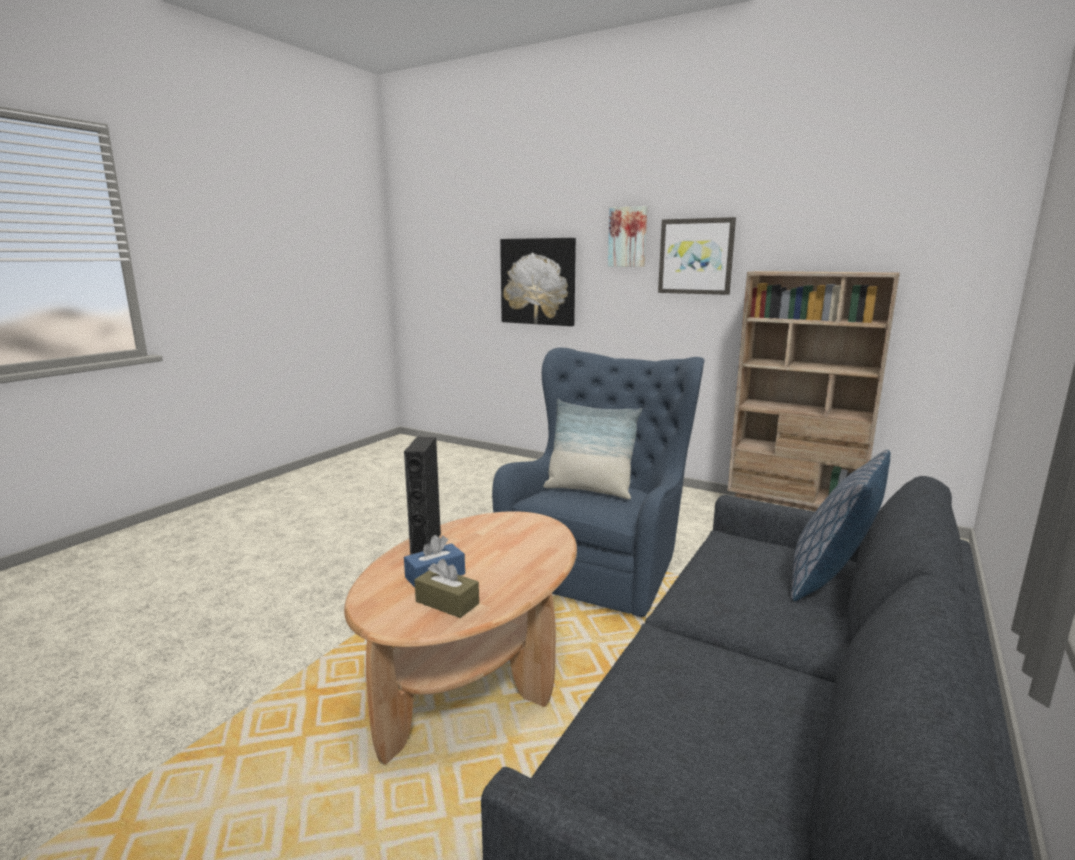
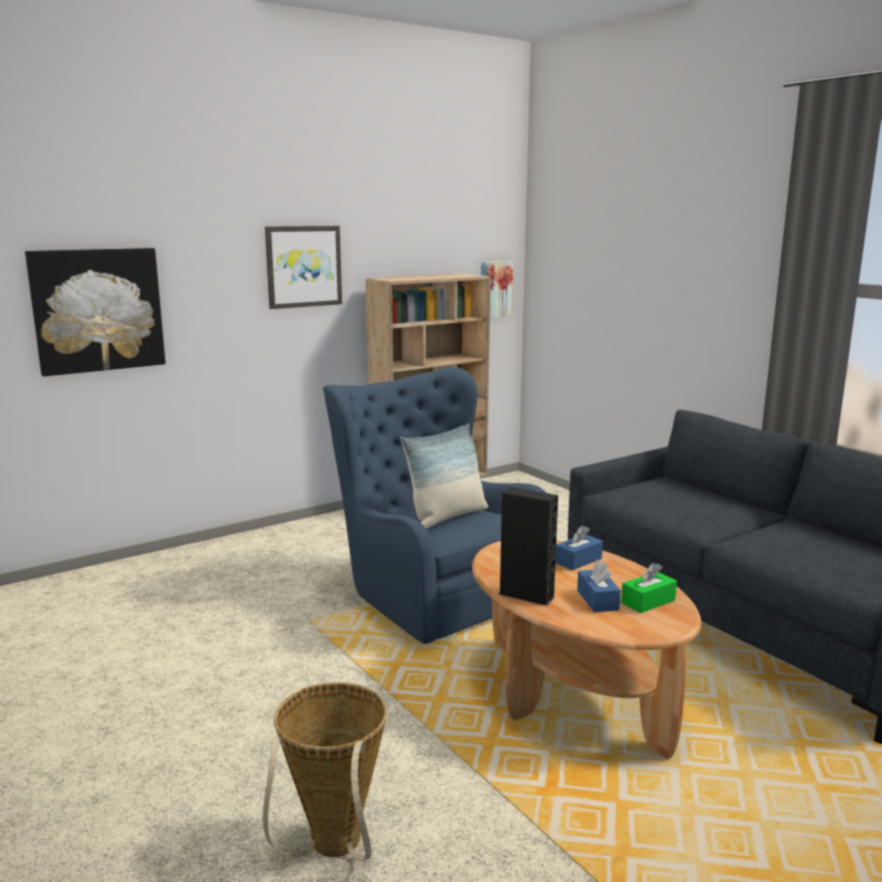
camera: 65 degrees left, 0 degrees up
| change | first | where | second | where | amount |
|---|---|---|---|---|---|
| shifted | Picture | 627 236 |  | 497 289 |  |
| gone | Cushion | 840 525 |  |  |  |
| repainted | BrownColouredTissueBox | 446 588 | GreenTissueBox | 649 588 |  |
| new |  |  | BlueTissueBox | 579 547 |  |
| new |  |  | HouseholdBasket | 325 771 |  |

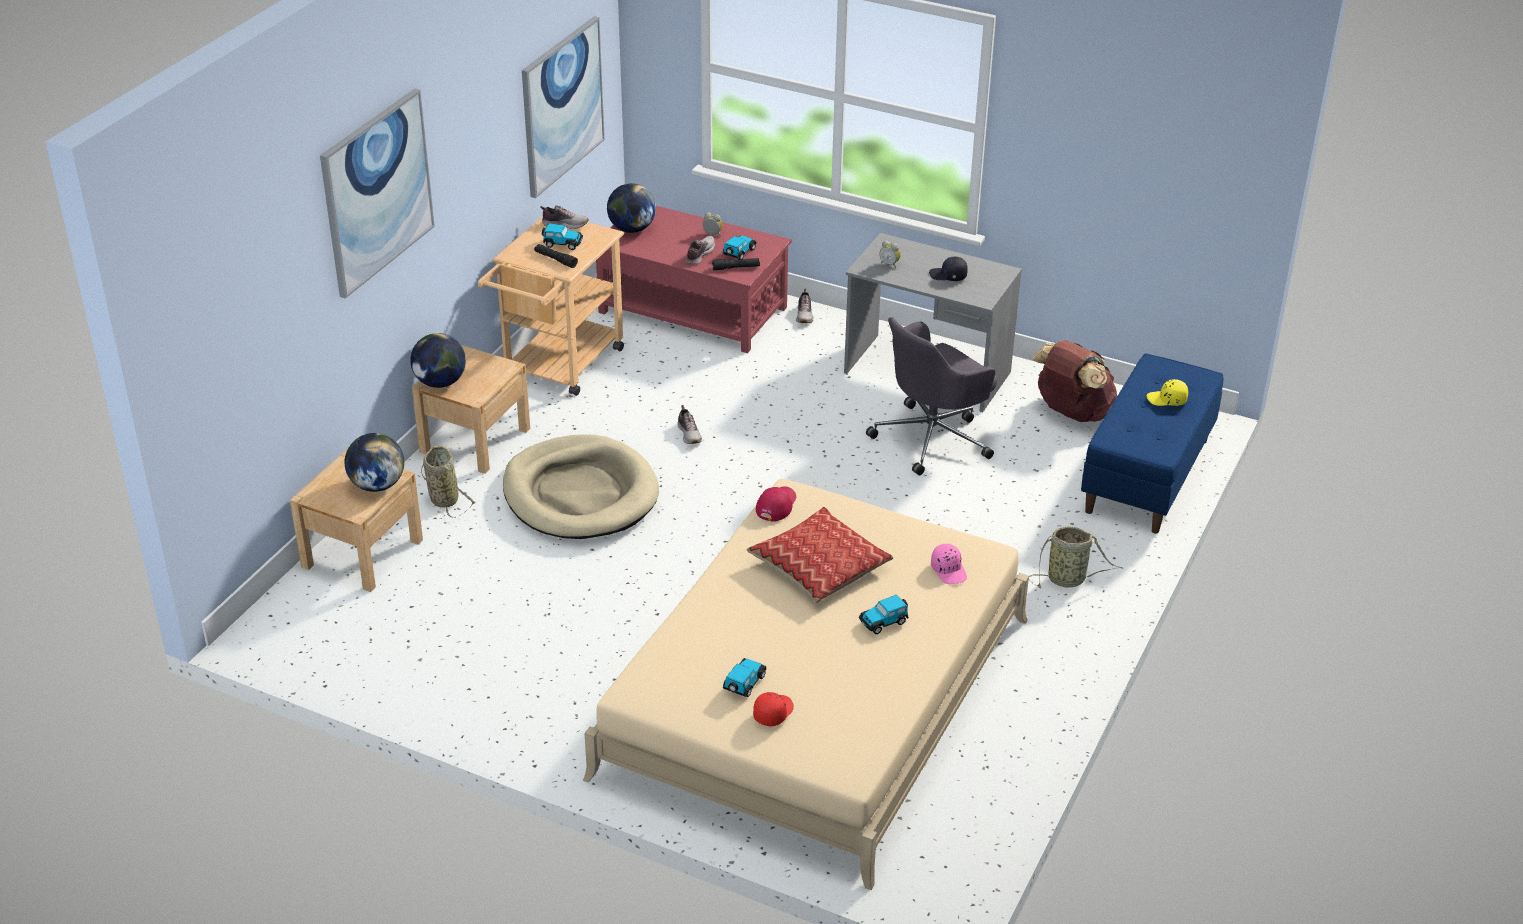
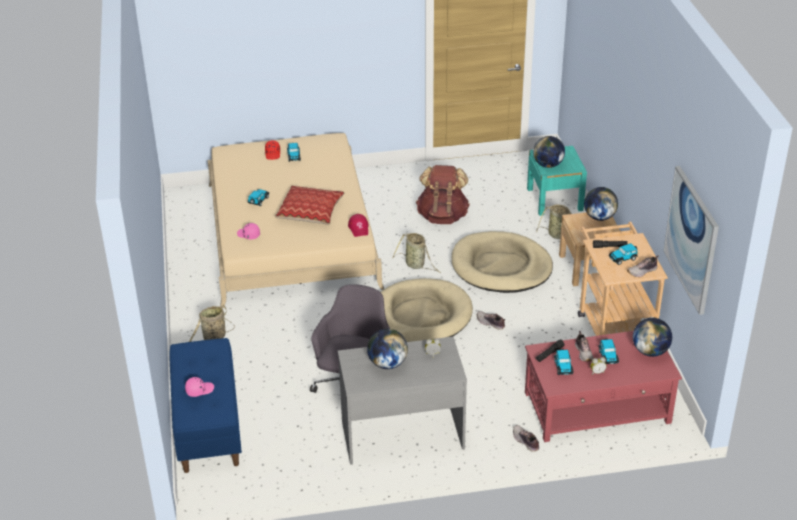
camera: 145 degrees right, 0 degrees up
| change | first | where | second | where | amount |
|---|---|---|---|---|---|
| gone | Picture | 377 194 |  |  |  |
| swapped | BlackPeakedCap | 948 269 | WorldGlobe | 387 349 |  |
| shifted | BrownColouredBackpack | 1074 381 |  | 443 194 |  |
| repainted | YellowishPeakedCap | 1167 392 | PinkishPeakedCap | 199 387 |  |
| repainted | BeigeBedsideTable | 356 521 | TurquoiseColouredBedsideTable | 557 181 |  |
| new |  |  | HouseholdBasket | 416 253 |  |
| new |  |  | BeigeDogBed | 427 310 |  |
| new |  |  | ModelCar | 608 351 |  |

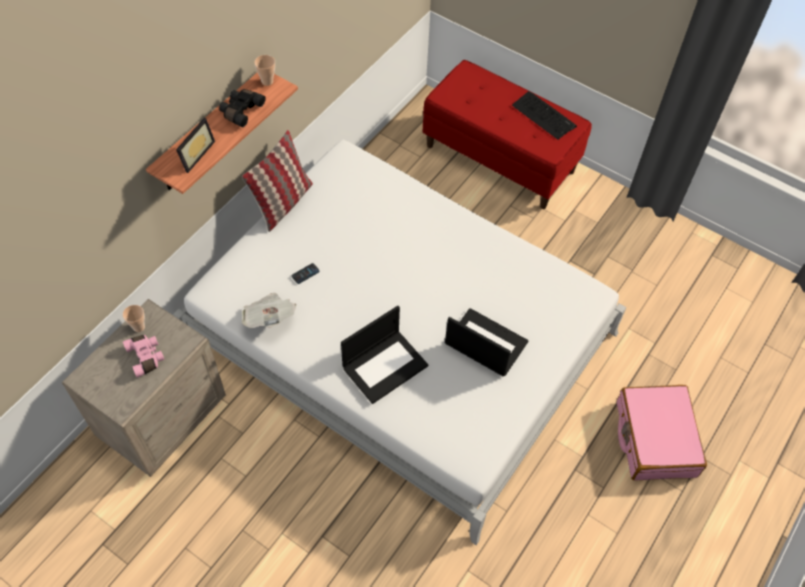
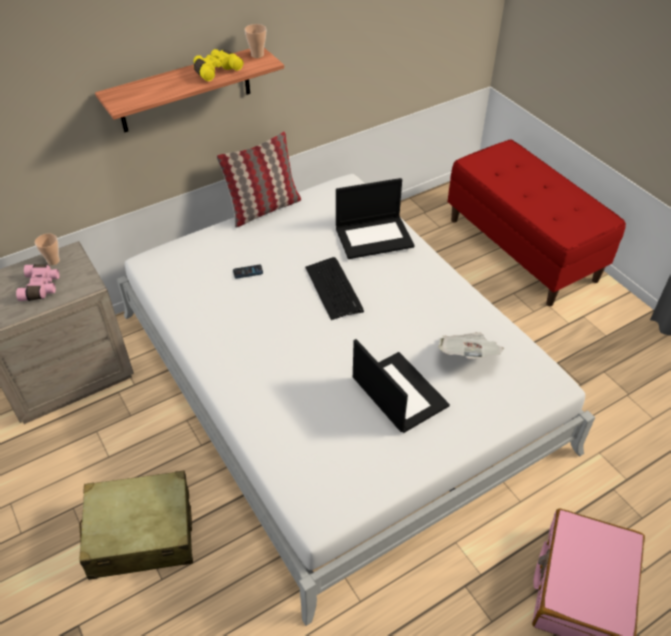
camera: 25 degrees right, 10 degrees down
| change | first | where | second | where | amount |
|---|---|---|---|---|---|
| repainted | BlackPairOfBinoculars | 242 108 | YellowishPairOfBinoculars | 218 65 |  |
| shifted | Keyboard | 544 115 |  | 334 288 |  |
| gone | PhotoFrame | 195 145 |  |  |  |
| shifted | Newspaper | 269 310 |  | 471 345 |  |
| shifted | NotebookComputer | 384 355 |  | 375 218 |  |
| new |  |  | BeigePieceOfLuggage | 136 525 |  |

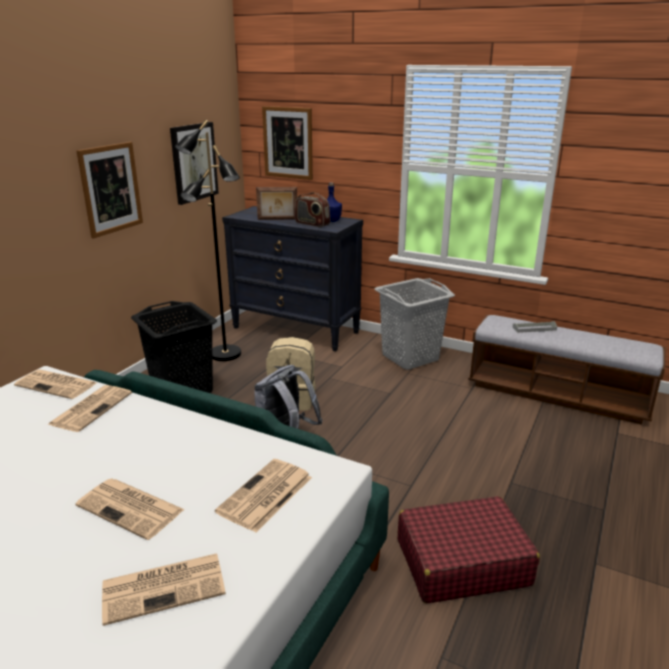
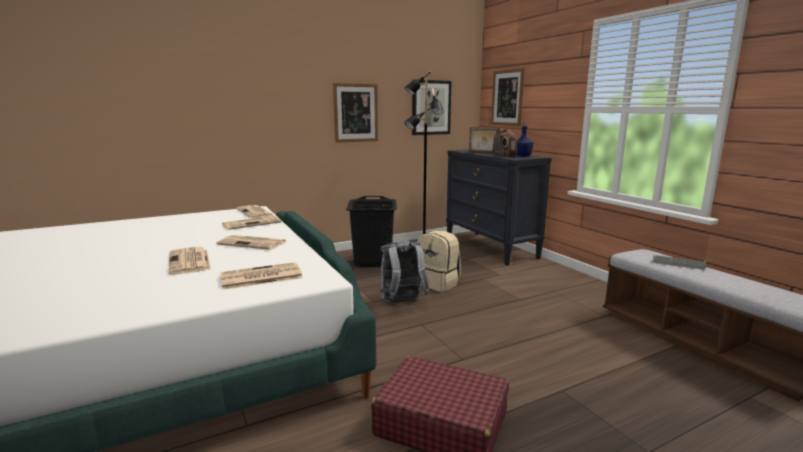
camera: 35 degrees right, 10 degrees down
| change | first | where | second | where | amount |
|---|---|---|---|---|---|
| gone | GreyishLaundryBasket | 415 324 |  |  |  |
| shifted | Newspaper | 164 589 |  | 251 242 |  |

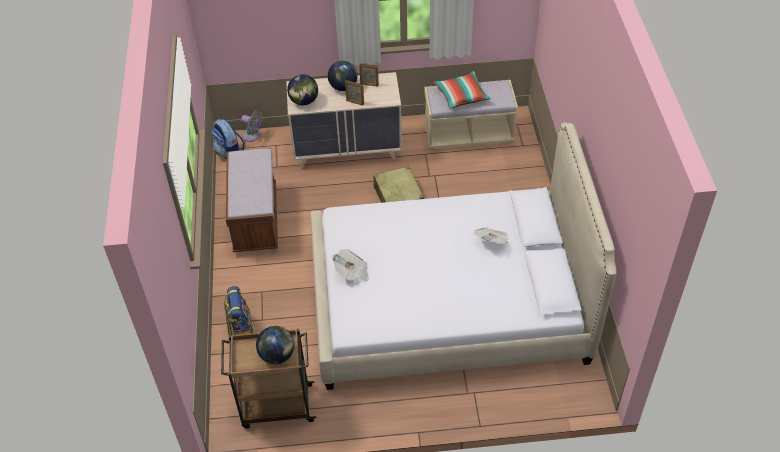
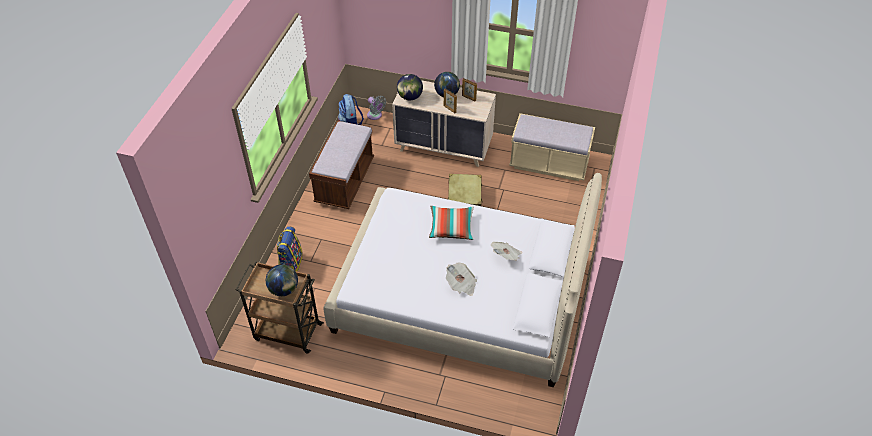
camera: 20 degrees right, 0 degrees up
| change | first | where | second | where | amount |
|---|---|---|---|---|---|
| shifted | Cushion | 462 90 |  | 451 223 |  |
| shifted | Newspaper | 350 265 |  | 461 279 |  |

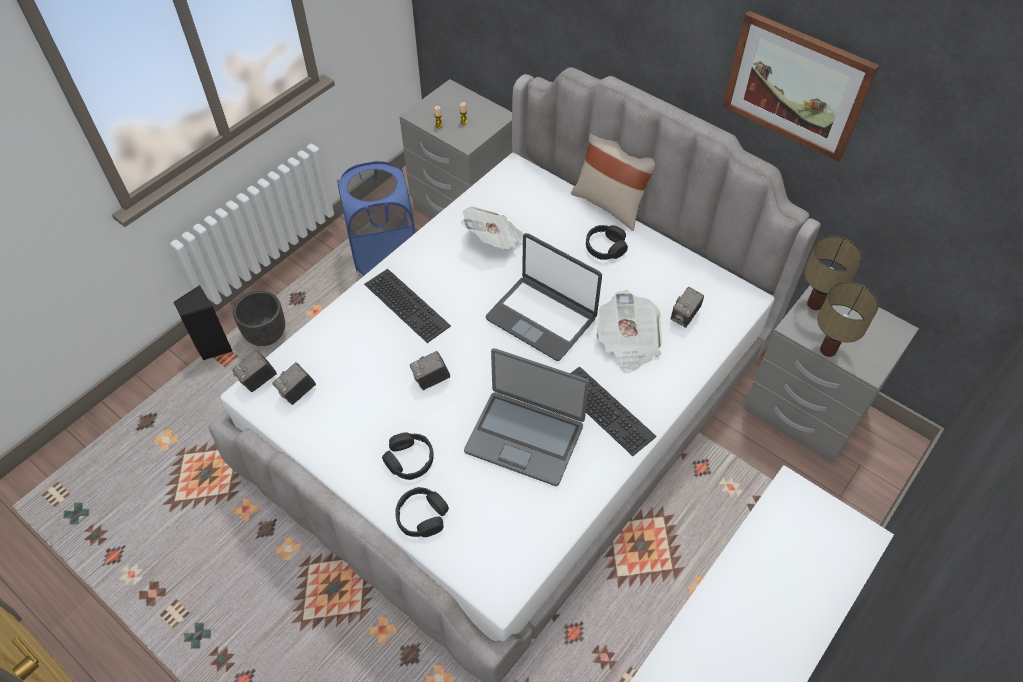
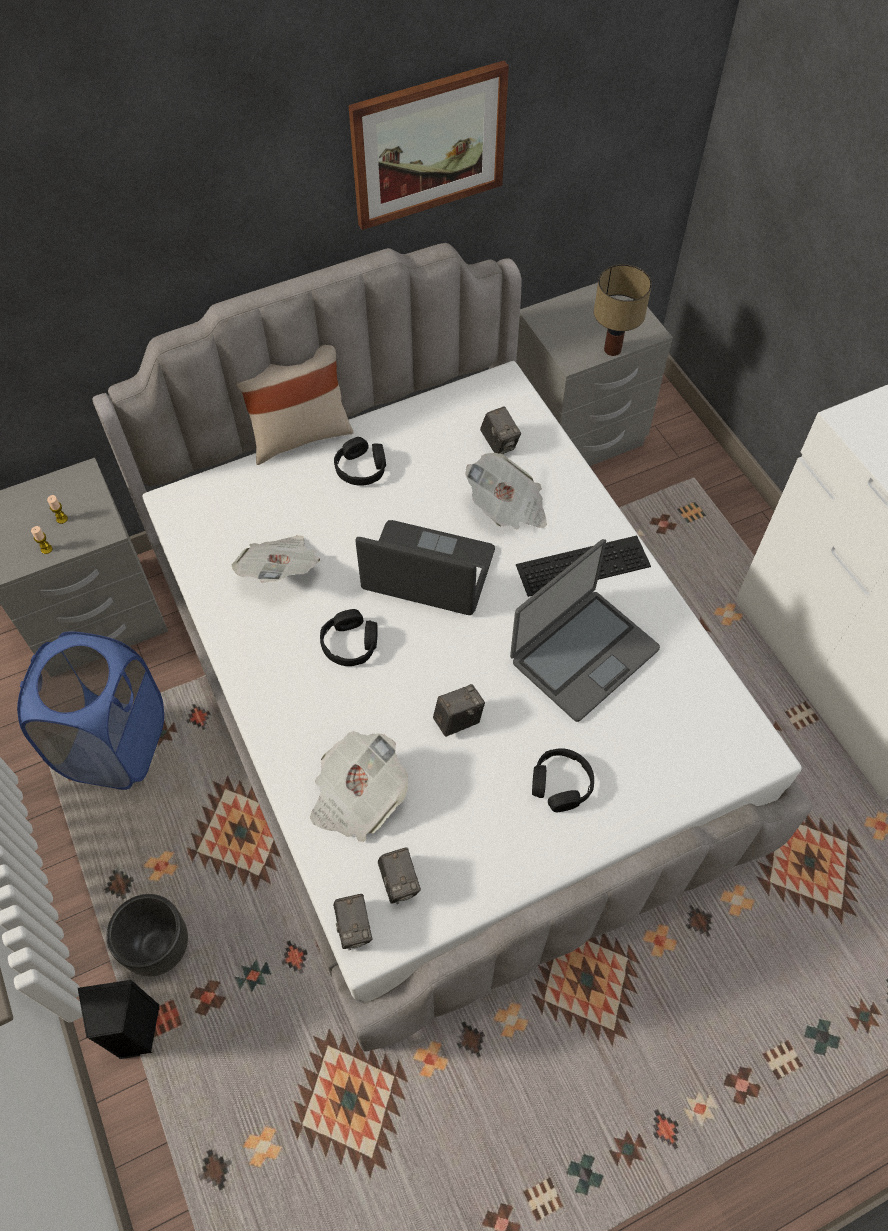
camera: 65 degrees left, 5 degrees up
| change | first | where | second | where | amount |
|---|---|---|---|---|---|
| rotated | NotebookComputer | 543 297 |  | 425 567 | 135 degrees counterclockwise |
| gone | LampForATable | 833 273 |  |  |  |
| gone | Keyboard | 407 306 |  |  |  |
| rotated | StillCamera | 430 370 |  | 459 710 | 120 degrees counterclockwise |
| shifted | BlackHeadset | 422 512 |  | 349 637 |  |
| new |  |  | Newspaper | 359 786 |  |

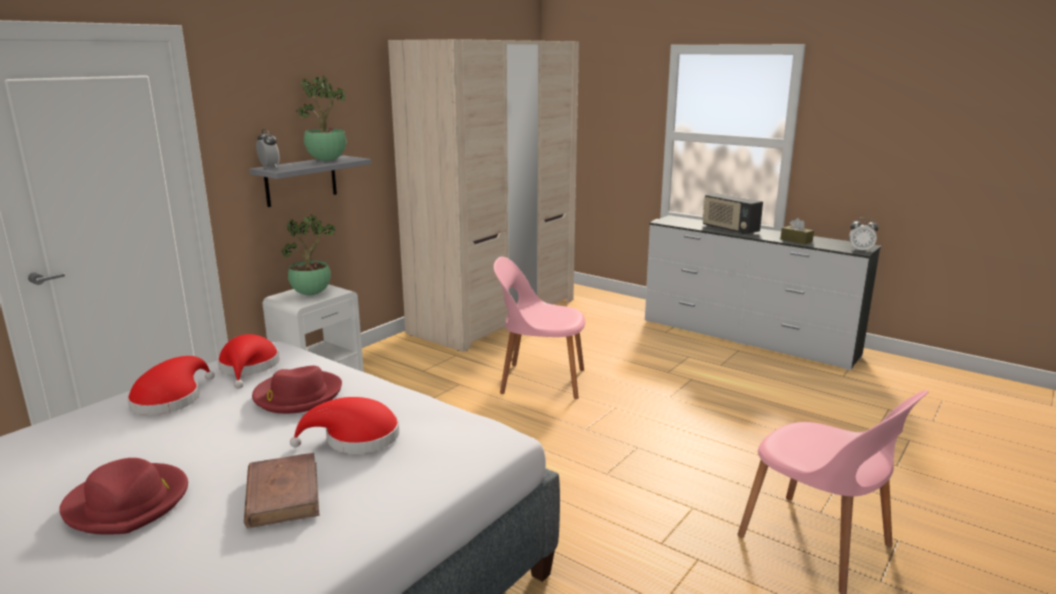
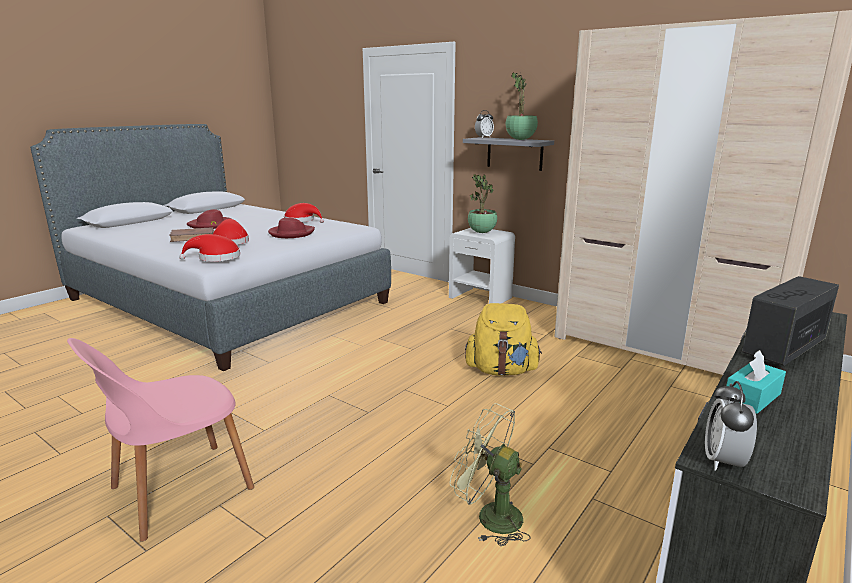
camera: 90 degrees right, 0 degrees up
| change | first | where | second | where | amount |
|---|---|---|---|---|---|
| repainted | BrownColouredTissueBox | 797 231 | TurquoiseColouredTissueBox | 756 382 |  |
| swapped | PinkishChair | 539 328 | YellowishBackpack | 503 339 |  |
| shifted | RedClothingHat | 248 361 |  | 209 247 |  |
| new |  |  | GreenElectricFan | 490 474 |  |

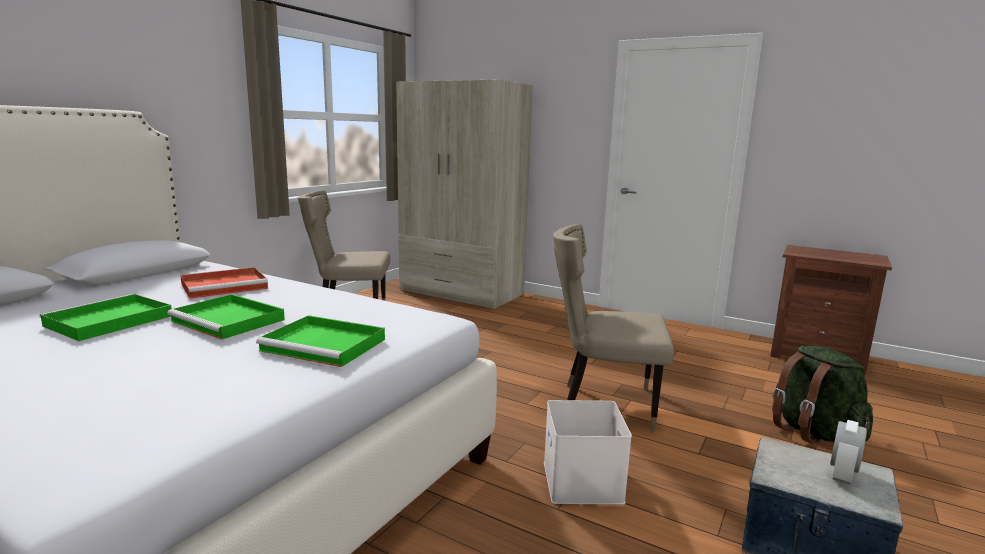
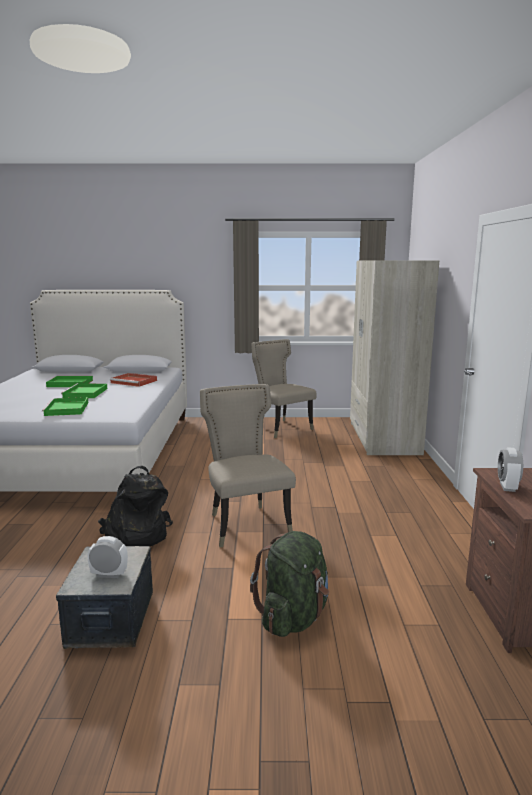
camera: 60 degrees right, 0 degrees up
| change | first | where | second | where | amount |
|---|---|---|---|---|---|
| swapped | WhiteColouredStorageContainer | 588 452 | BlackBackpack | 135 506 |  |
| new |  |  | BedsideClock | 510 469 |  |

